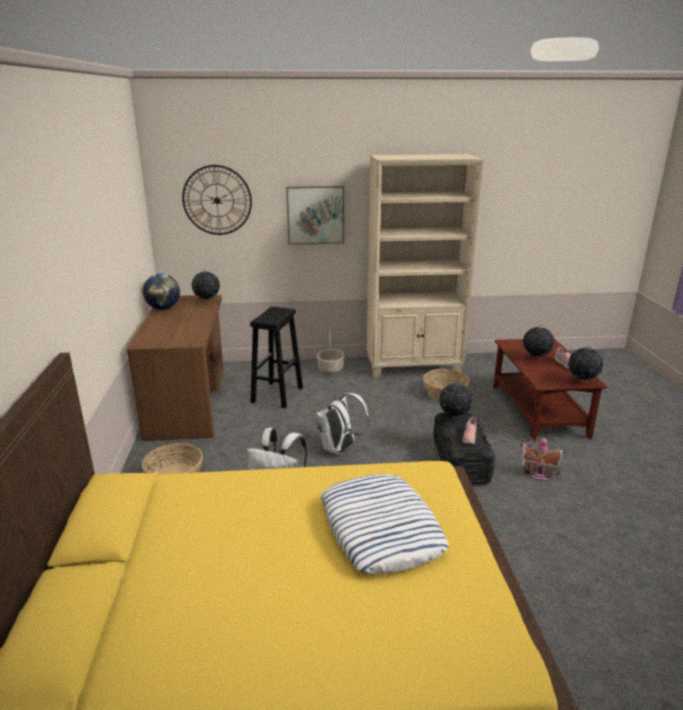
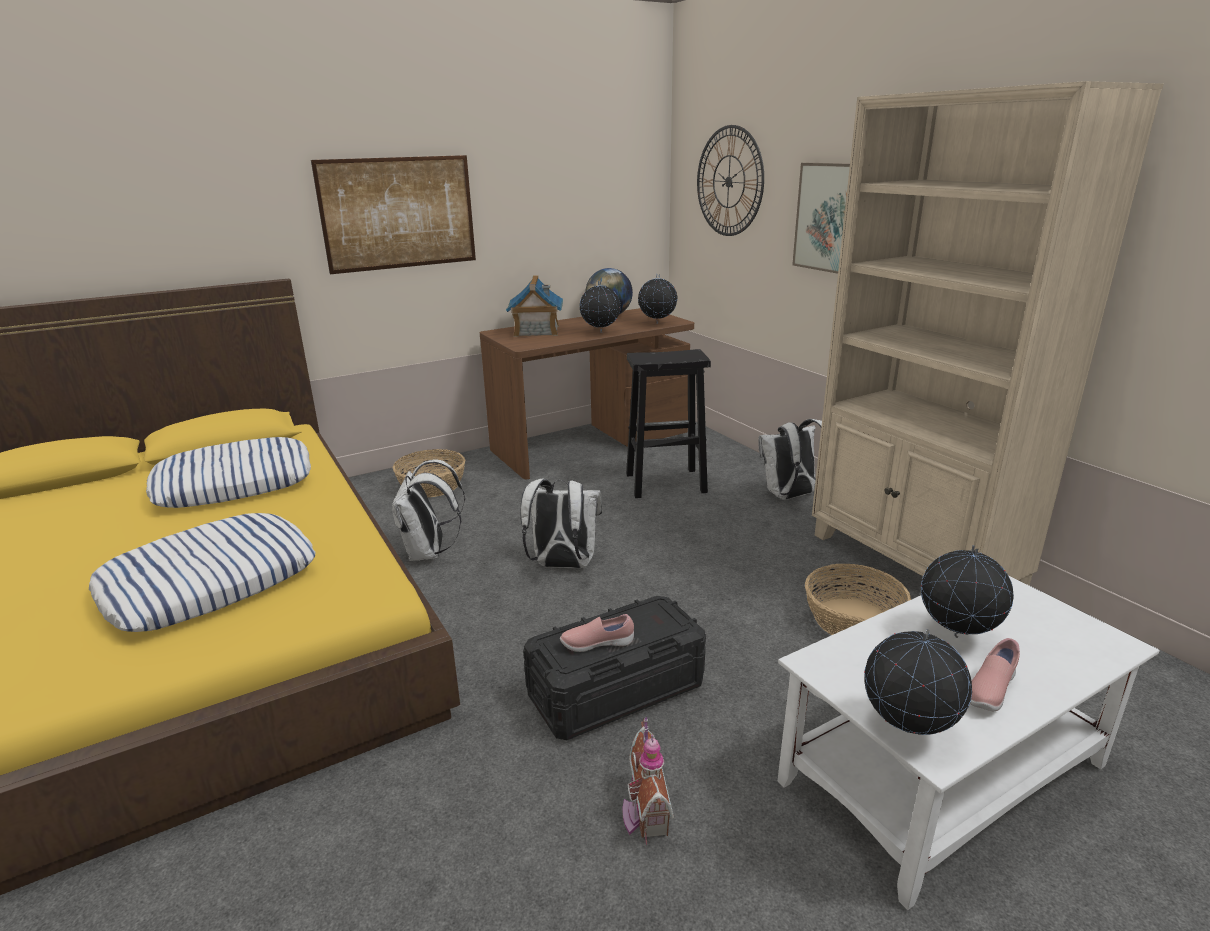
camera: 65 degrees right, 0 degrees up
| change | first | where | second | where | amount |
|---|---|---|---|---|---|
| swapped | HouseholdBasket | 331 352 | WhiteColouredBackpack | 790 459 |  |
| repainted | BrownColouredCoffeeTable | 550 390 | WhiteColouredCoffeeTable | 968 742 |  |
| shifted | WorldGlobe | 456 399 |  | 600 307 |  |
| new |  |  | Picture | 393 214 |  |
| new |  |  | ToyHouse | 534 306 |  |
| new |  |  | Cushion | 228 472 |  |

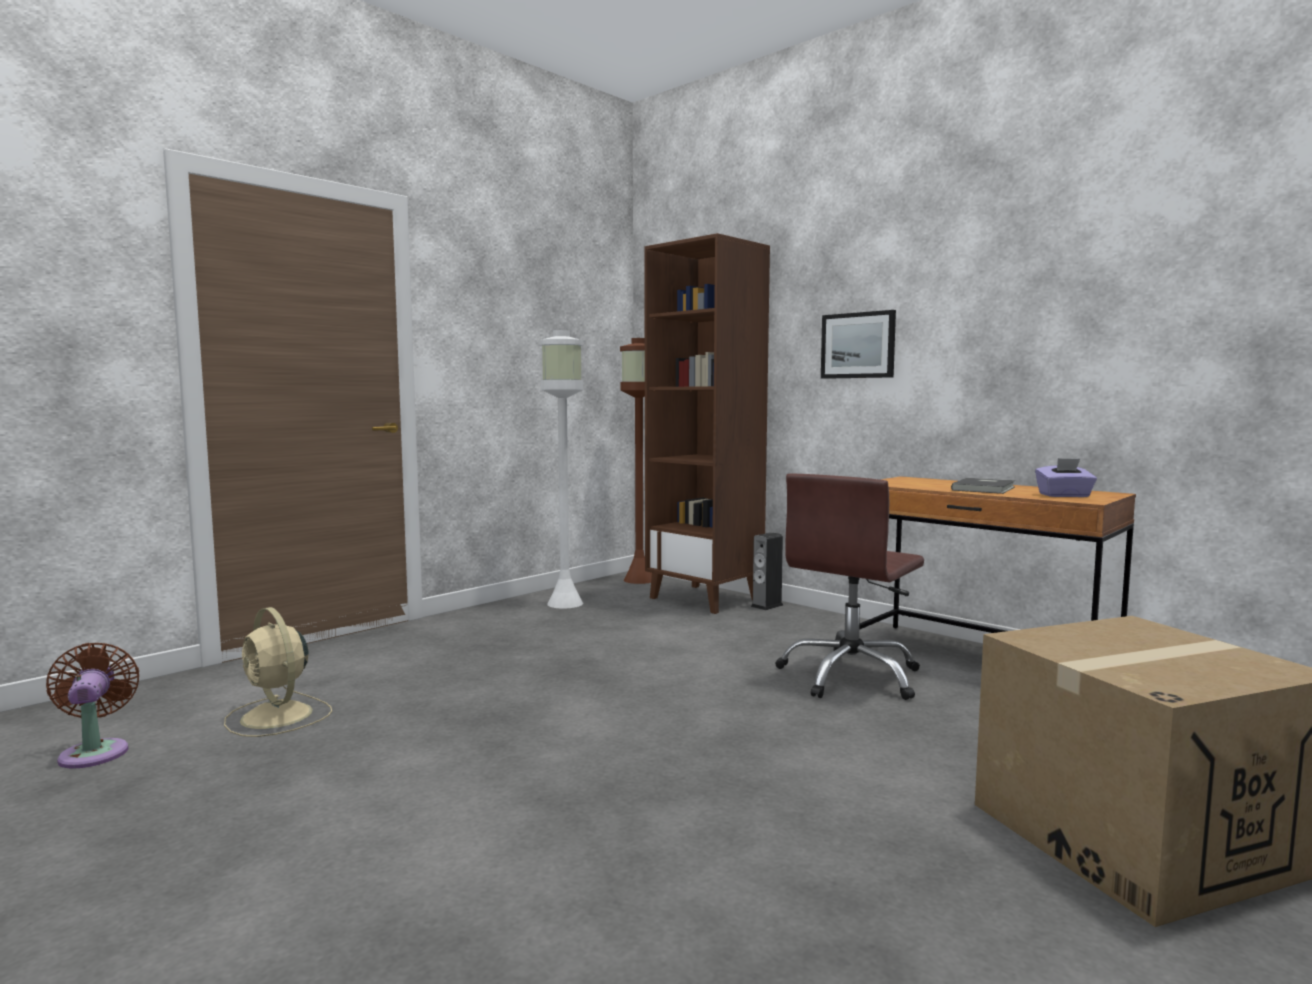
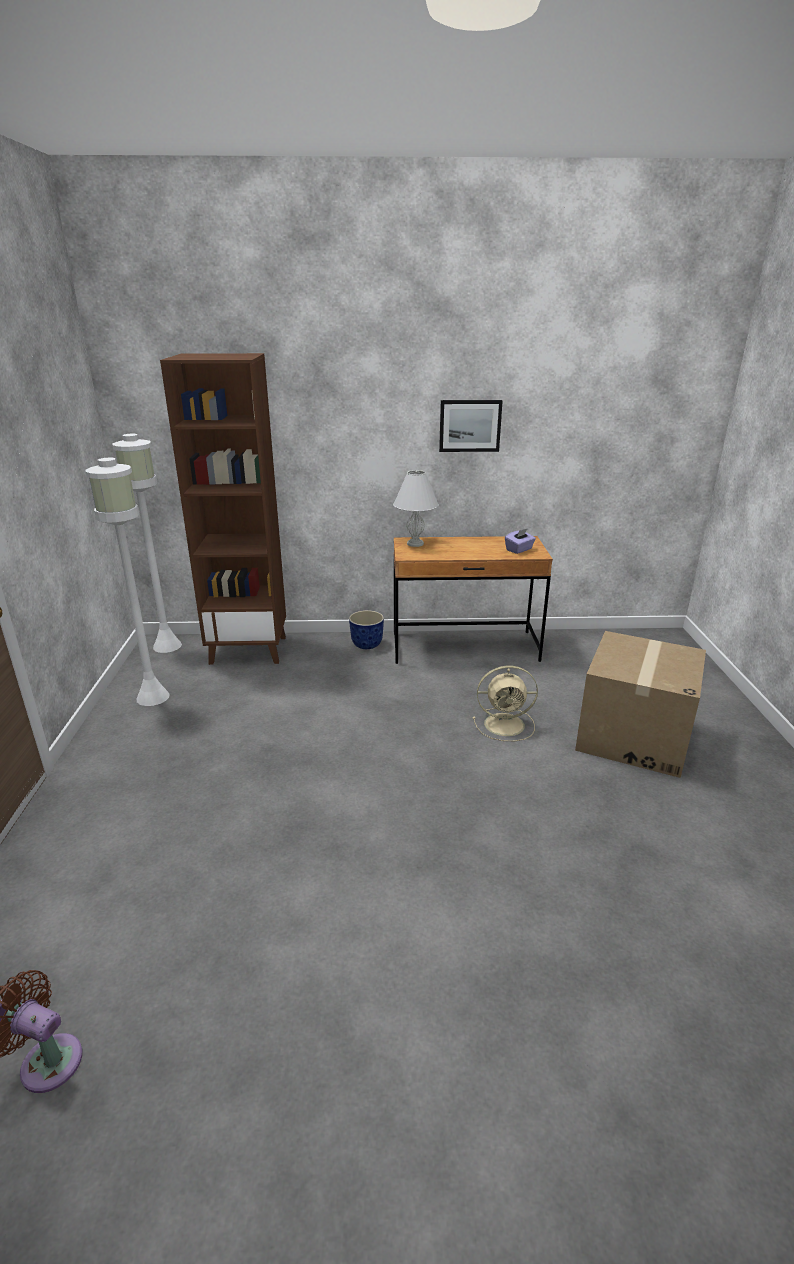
camera: 45 degrees left, 20 degrees up
| change | first | where | second | where | amount |
|---|---|---|---|---|---|
| shifted | Picture | 858 344 |  | 471 426 |  |
| repainted | BrownColouredStandingLamp | 636 461 | WhiteColouredStandingLamp | 147 543 |  |
| gone | BrownColouredOfficeChair | 849 587 |  |  |  |
| gone | GreyishBoundBook | 983 486 |  |  |  |
| gone | Loudspeaker | 767 571 |  |  |  |
| shifted | BeigeElectricFan | 278 672 |  | 505 703 |  |
| new |  |  | WhiteColouredLampForATable | 416 508 |  |
| new |  |  | FlowerPot | 366 629 |  |

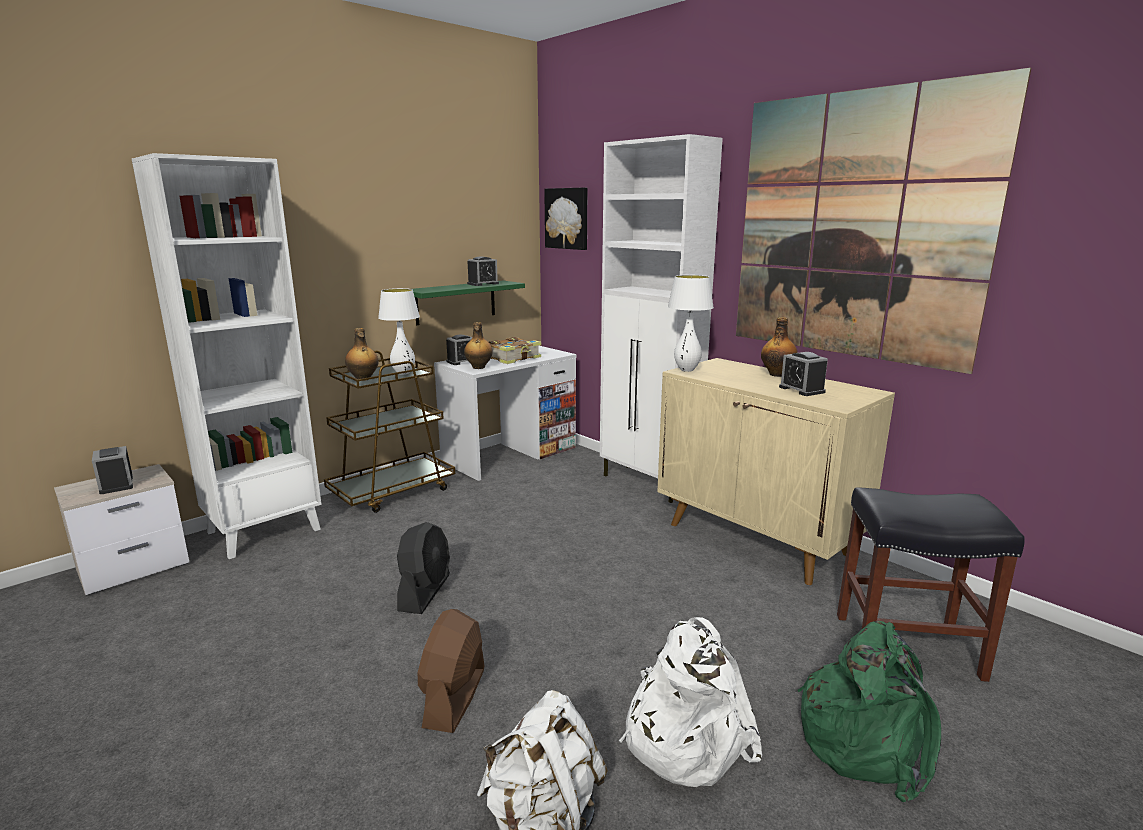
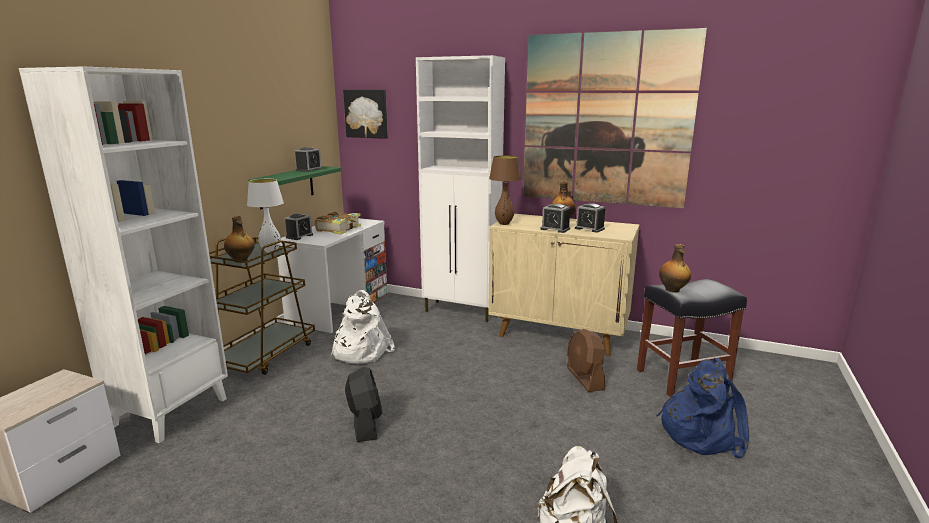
camera: 25 degrees left, 0 degrees up
| change | first | where | second | where | amount |
|---|---|---|---|---|---|
| repainted | WhiteColouredLampForATable | 691 323 | BrownColouredLampForATable | 505 190 |  |
| shifted | Bottle | 478 345 |  | 675 268 |  |
| shifted | BedsideClock | 112 470 |  | 555 218 |  |
| shifted | BrownColouredElectricFan | 451 671 |  | 586 360 |  |
| shifted | WhiteColouredBackpack | 690 702 |  | 363 327 |  |
| repainted | GreenBackpack | 869 711 | BlueBackpack | 702 408 |  |

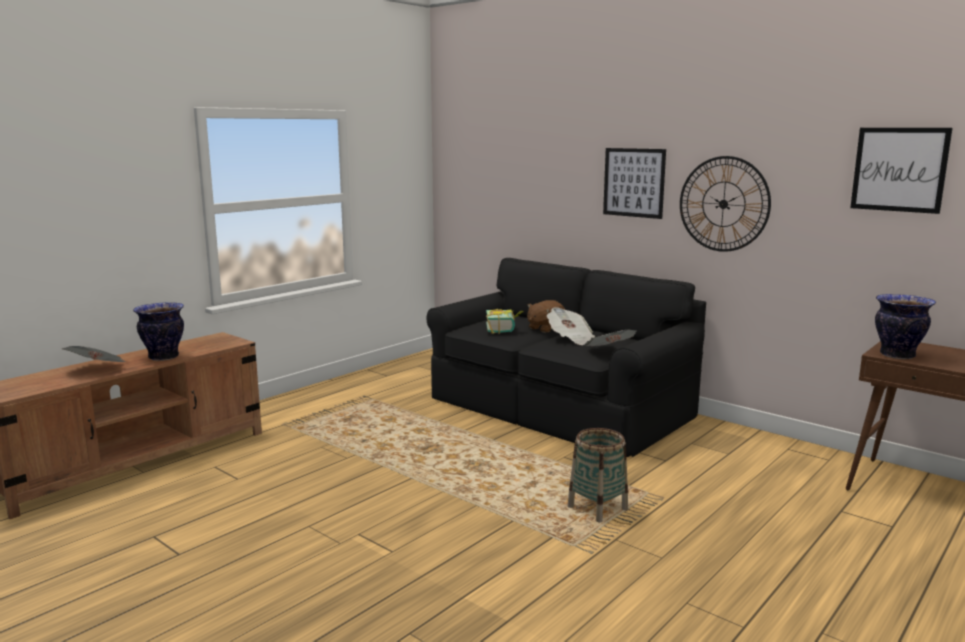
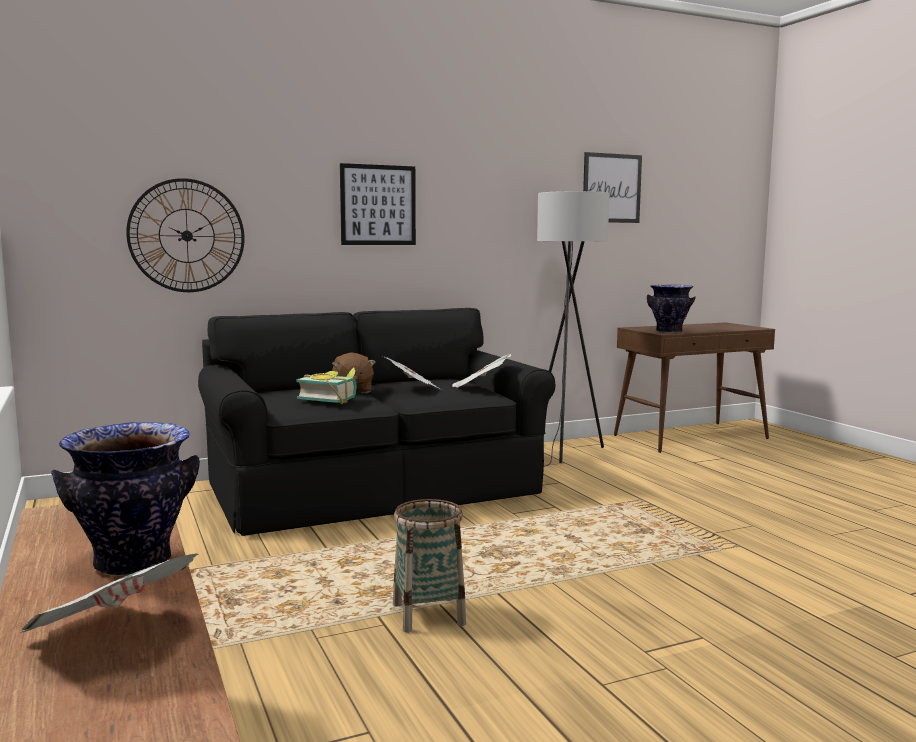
camera: 65 degrees left, 5 degrees down
| change | first | where | second | where | amount |
|---|---|---|---|---|---|
| shifted | WallClock | 725 204 |  | 185 235 |  |
| shifted | HouseholdBasket | 598 475 |  | 429 566 |  |
| new |  |  | GreyishStandingLamp | 573 329 |  |

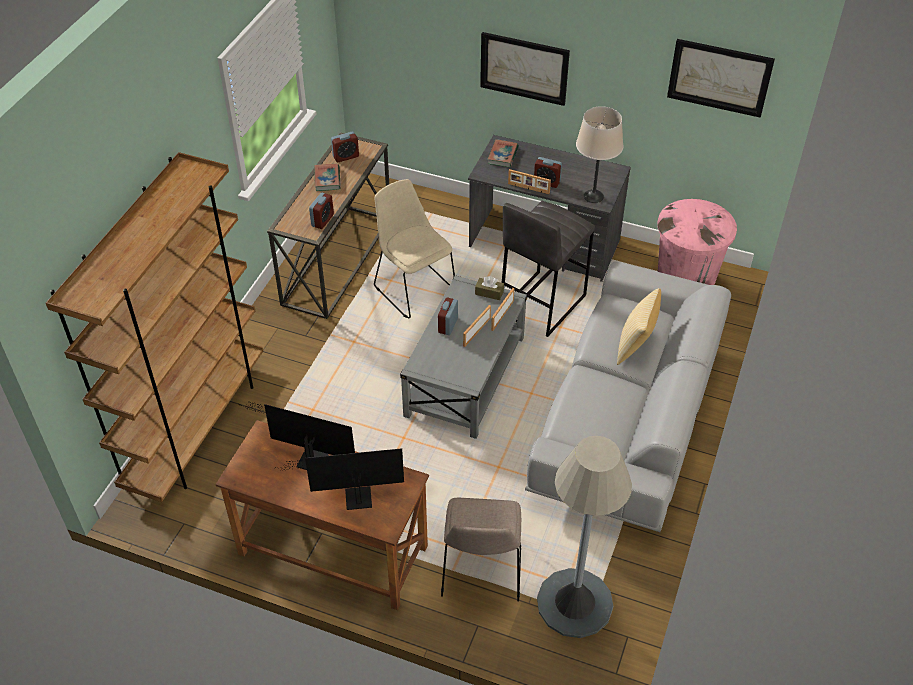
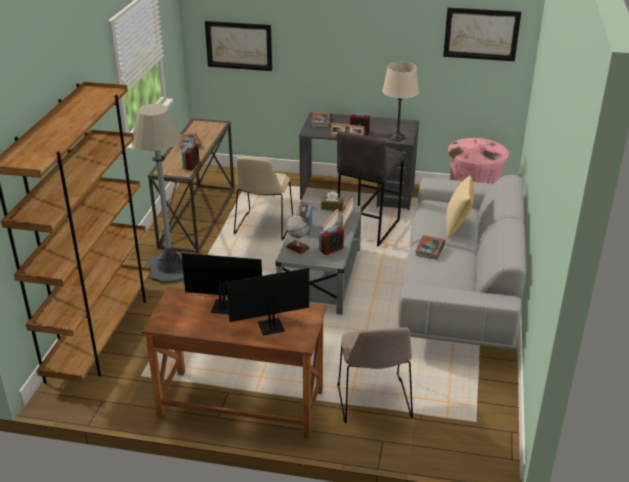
camera: 10 degrees left, 15 degrees down
| change | first | where | second | where | amount |
|---|---|---|---|---|---|
| shifted | Picture | 525 69 |  | 238 46 |  |
| shifted | BedsideClock | 345 147 |  | 331 240 |  |
| rotated | BeigeChair | 414 248 |  | 263 198 | 120 degrees counterclockwise |
| shifted | GreyishStandingLamp | 584 537 |  | 157 193 |  |
| new |  |  | WorldGlobe | 298 234 |  |
| new |  |  | BoundBook | 430 247 |  |

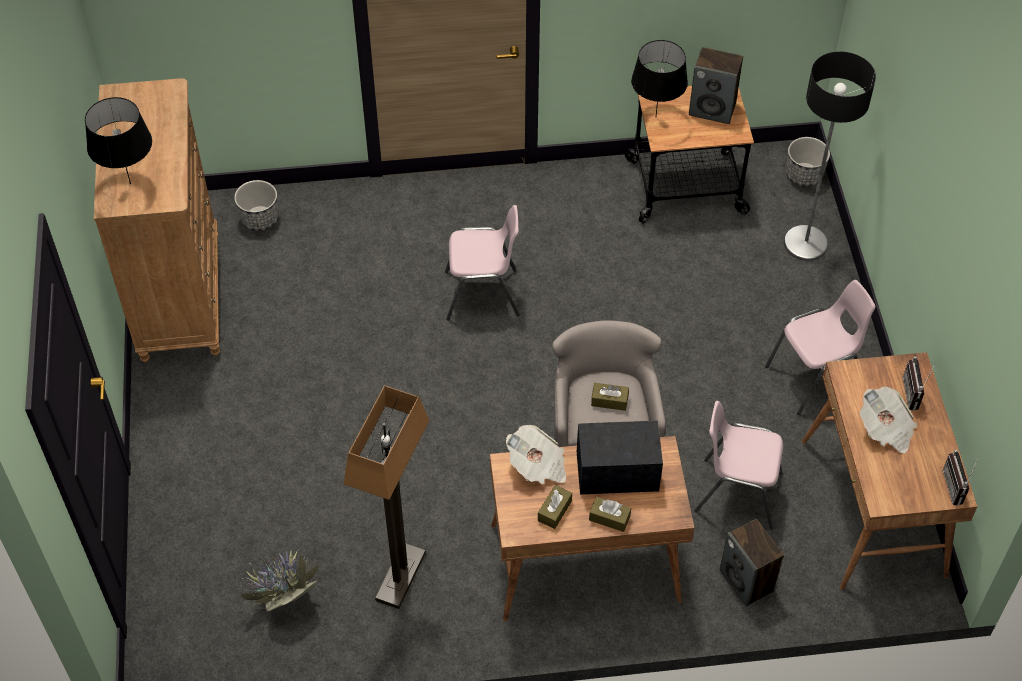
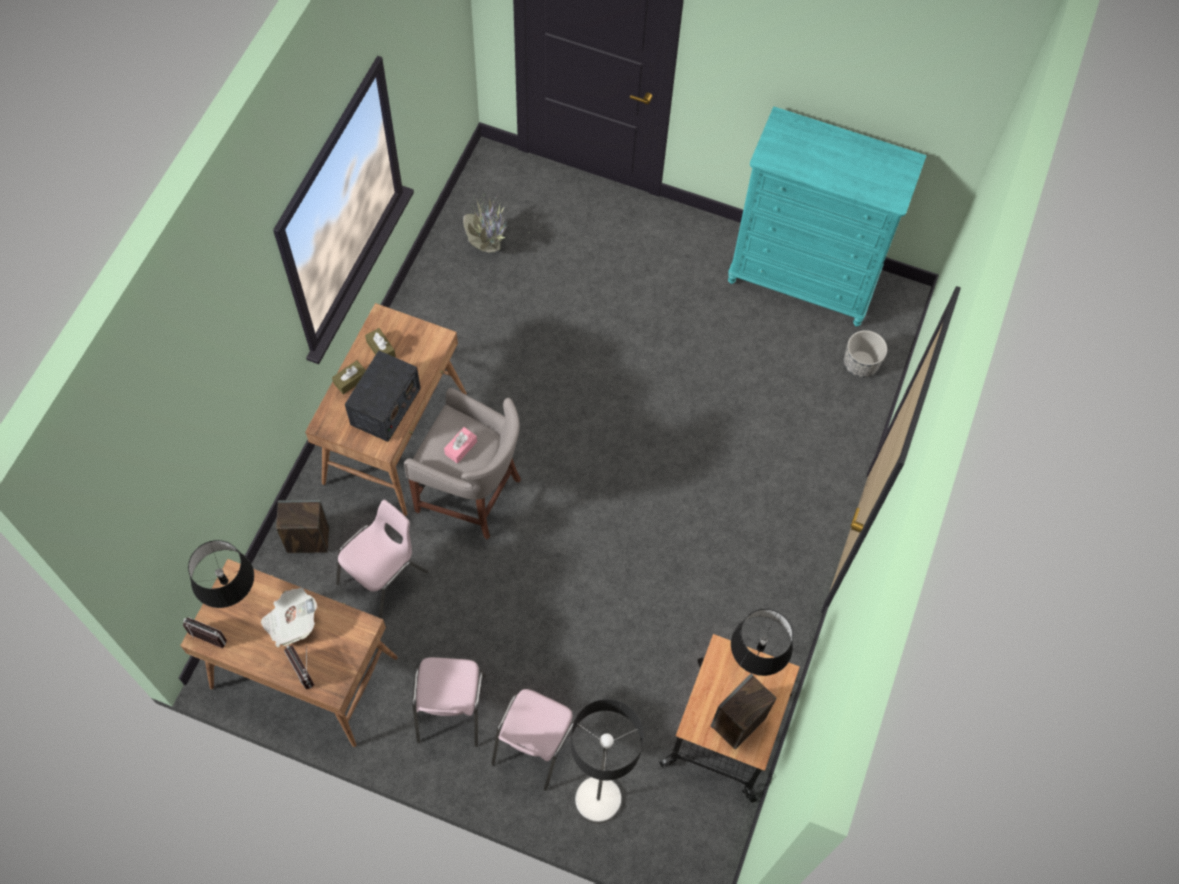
camera: 115 degrees right, 10 degrees up
| change | first | where | second | where | amount |
|---|---|---|---|---|---|
| repainted | BrownColouredChestOfDrawers | 157 220 | TurquoiseColouredChestOfDrawers | 827 216 |  |
| shifted | BlackLampForATable | 118 140 |  | 221 574 |  |
| gone | FlowerPot | 808 162 |  |  |  |
| shifted | PinkishChair | 482 263 |  | 536 740 |  |
| rotated | RadioSet | 919 383 |  | 299 667 | 150 degrees counterclockwise |
| repainted | BrownColouredTissueBox | 610 397 | PinkishTissueBox | 460 445 |  |
| gone | StandingLamp | 386 497 |  |  |  |
| gone | Newspaper | 536 454 |  |  |  |

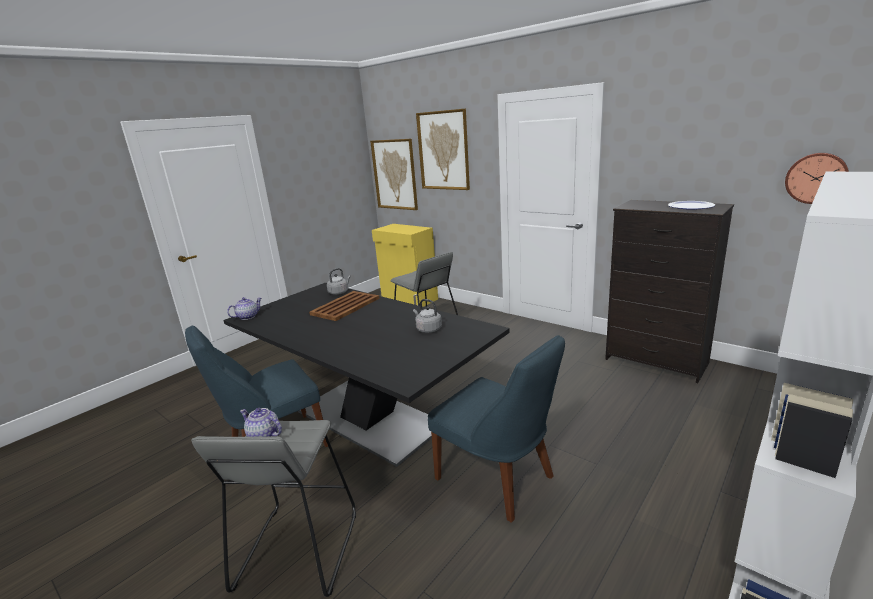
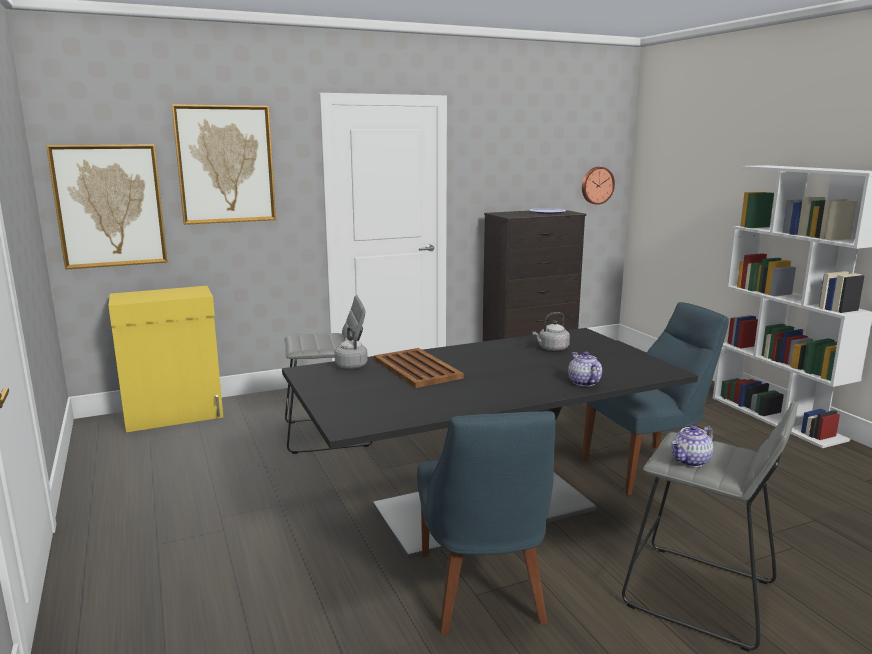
camera: 65 degrees left, 5 degrees down
| change | first | where | second | where | amount |
|---|---|---|---|---|---|
| shifted | Teapot | 244 308 |  | 585 369 |  |

